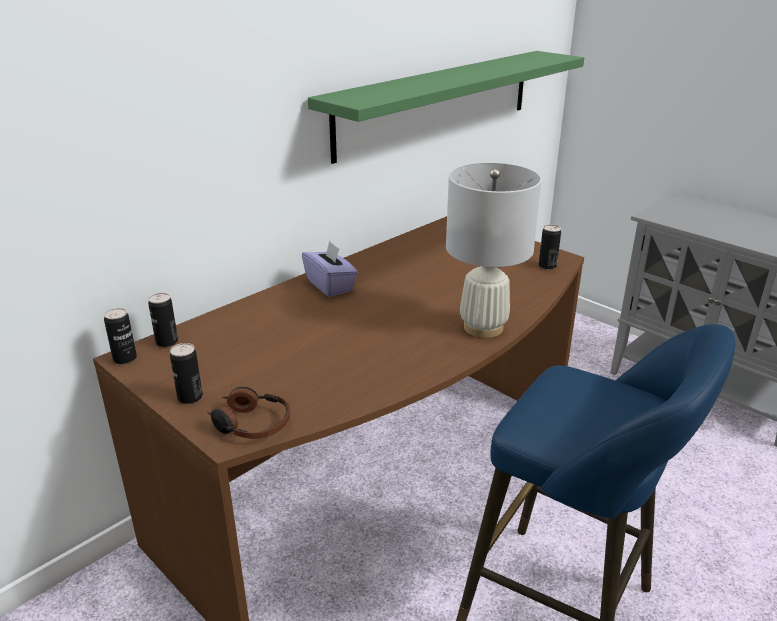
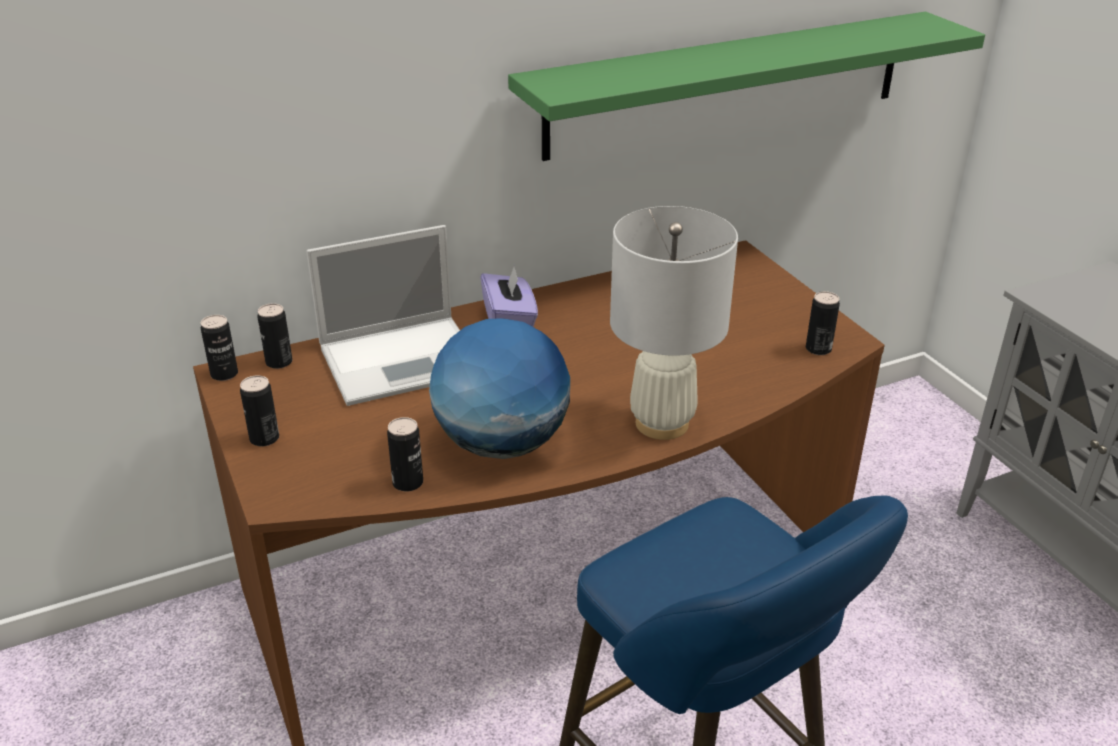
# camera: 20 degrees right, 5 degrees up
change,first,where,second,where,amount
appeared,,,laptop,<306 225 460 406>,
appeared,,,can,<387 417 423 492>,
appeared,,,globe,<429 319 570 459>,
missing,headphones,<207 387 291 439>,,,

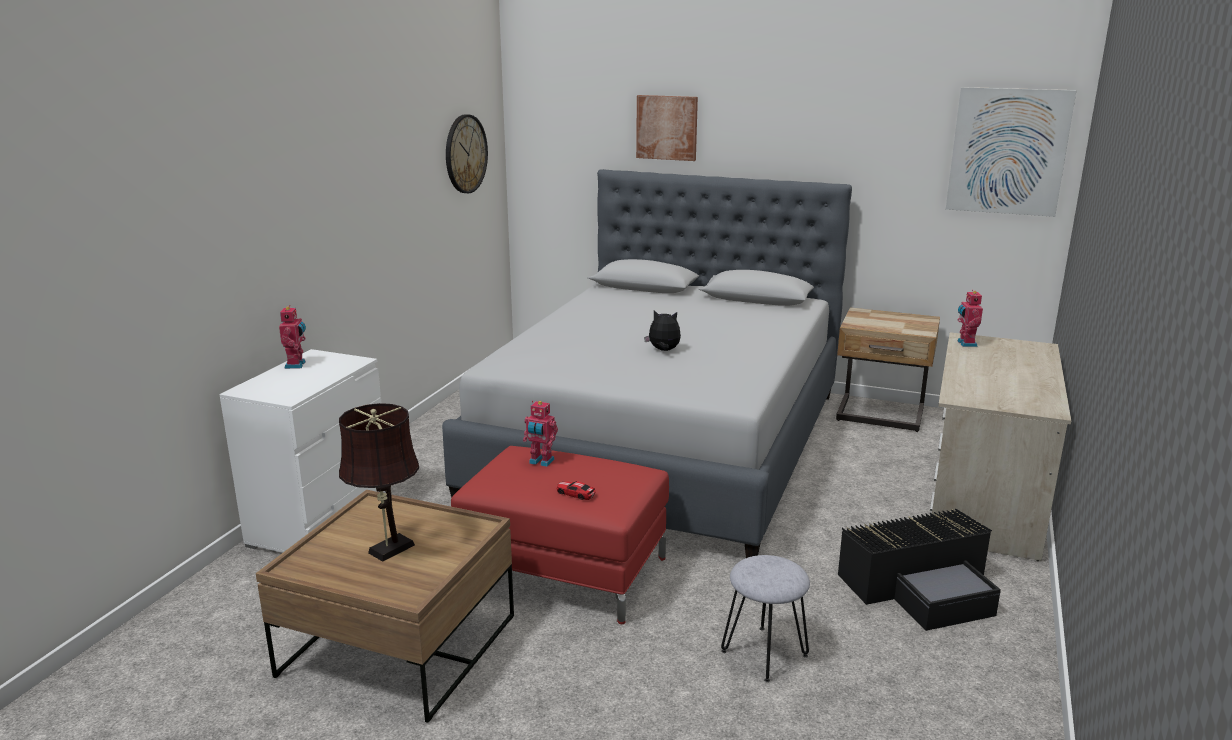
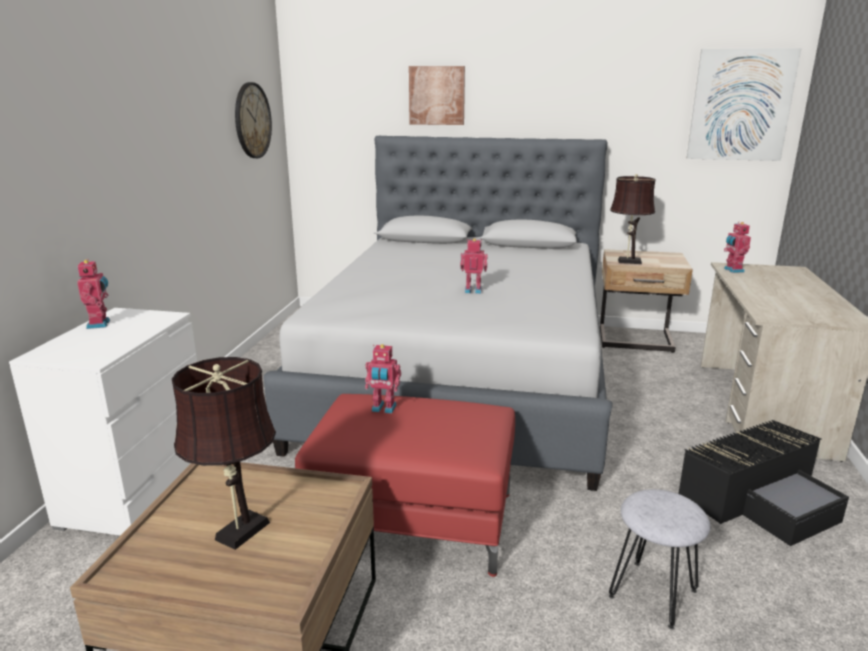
# camera: 10 degrees left, 0 degrees up
change,first,where,second,where,amount
exchanged,plush toy,<644 310 681 351>,toy robot,<460 238 488 294>,
appeared,,,table lamp (brown),<610 174 656 264>,
missing,toy car,<557 481 596 500>,,,

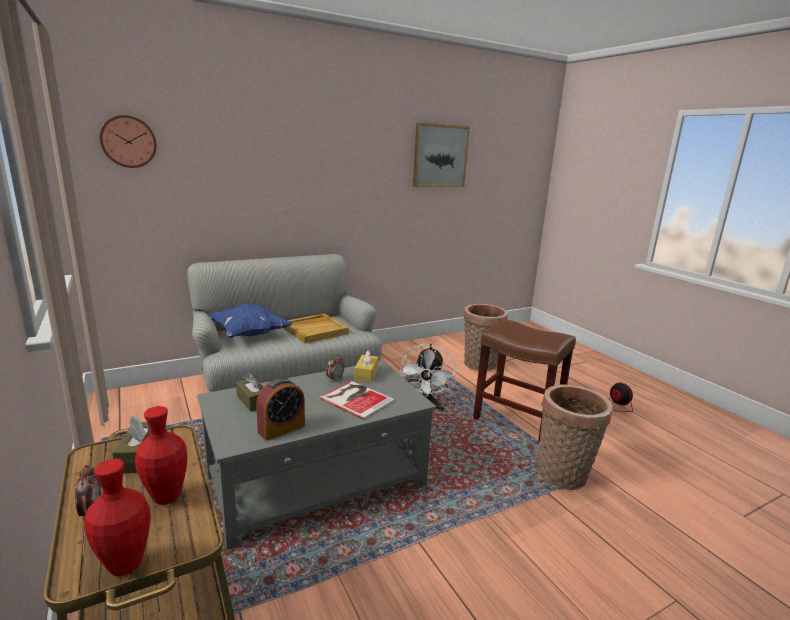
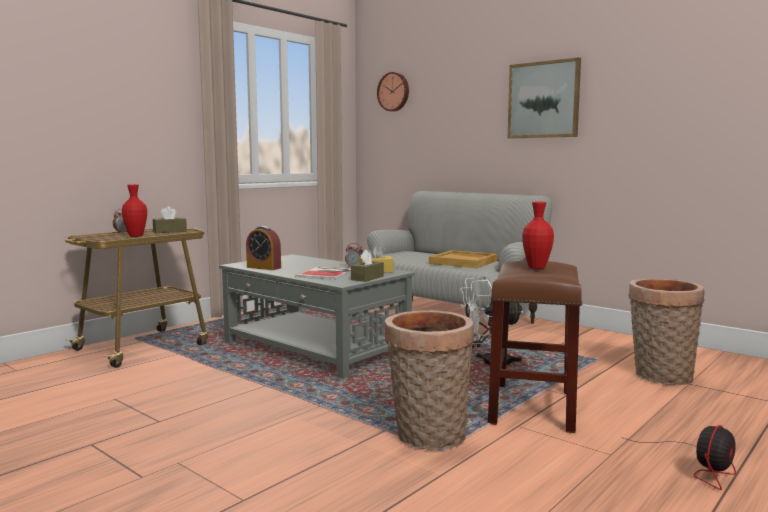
# camera: 70 degrees right, 10 degrees down
change,first,where,second,where,amount
relocated,tissue box (brown),<236 373 263 412>,,<351 250 384 282>,
relocated,picture,<413 123 470 187>,,<508 57 581 138>,
relocated,vase (red),<84 459 151 576>,,<522 201 554 269>,
missing,pillow (blue),<208 304 292 338>,,,

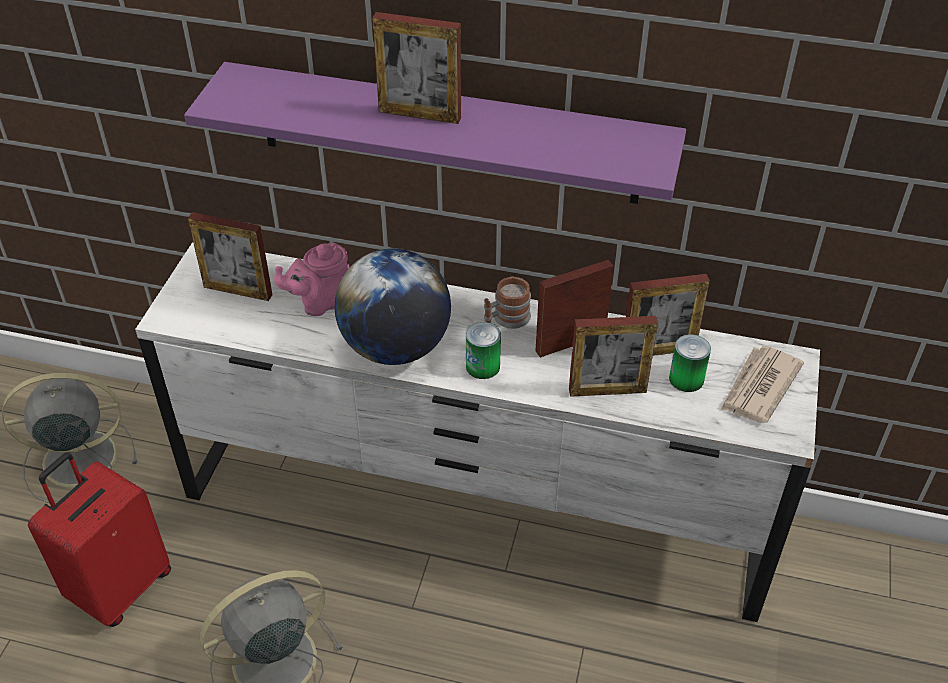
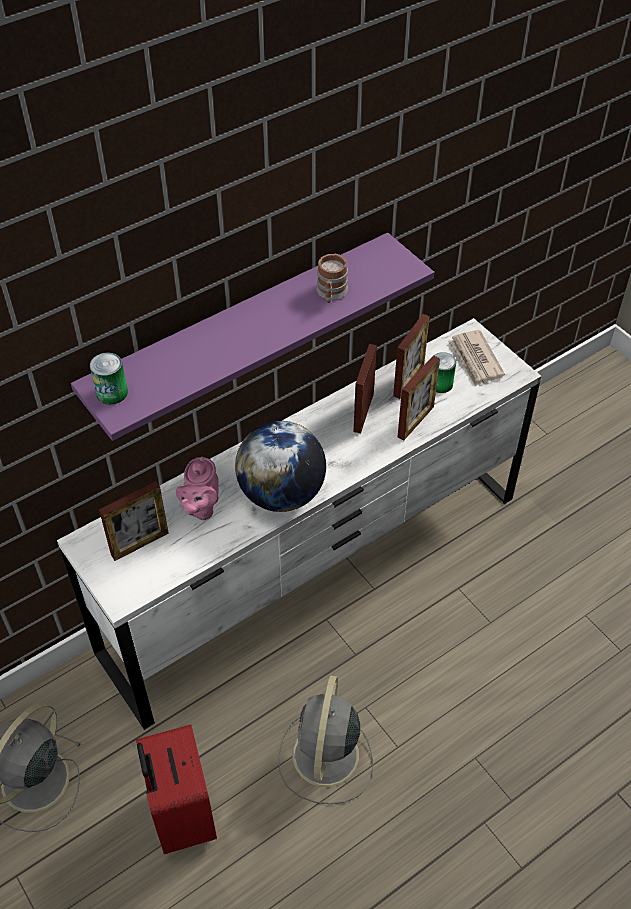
# camera: 50 degrees left, 5 degrees up
change,first,where,second,where,amount
relocated,can,<466 322 501 379>,,<90 353 128 405>,
relocated,mug,<484 276 531 329>,,<316 254 348 303>,
missing,picture frame,<372 12 461 124>,,,

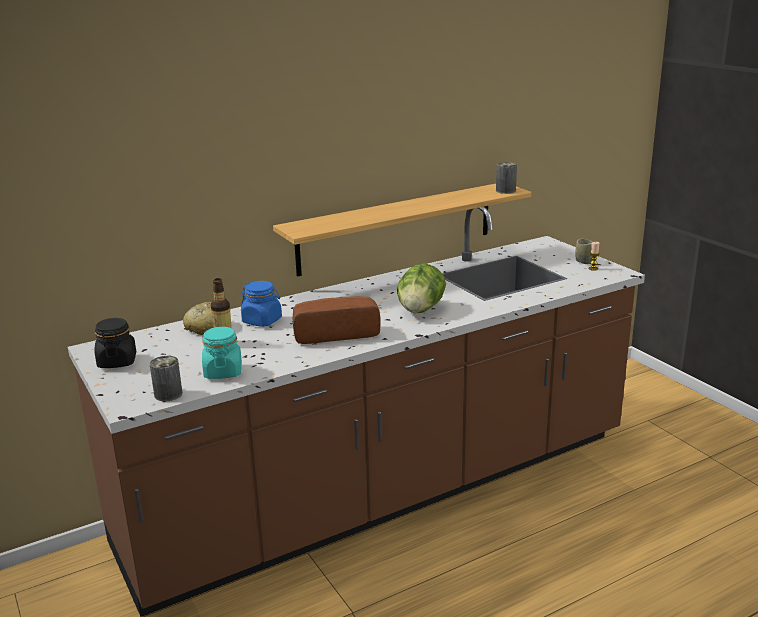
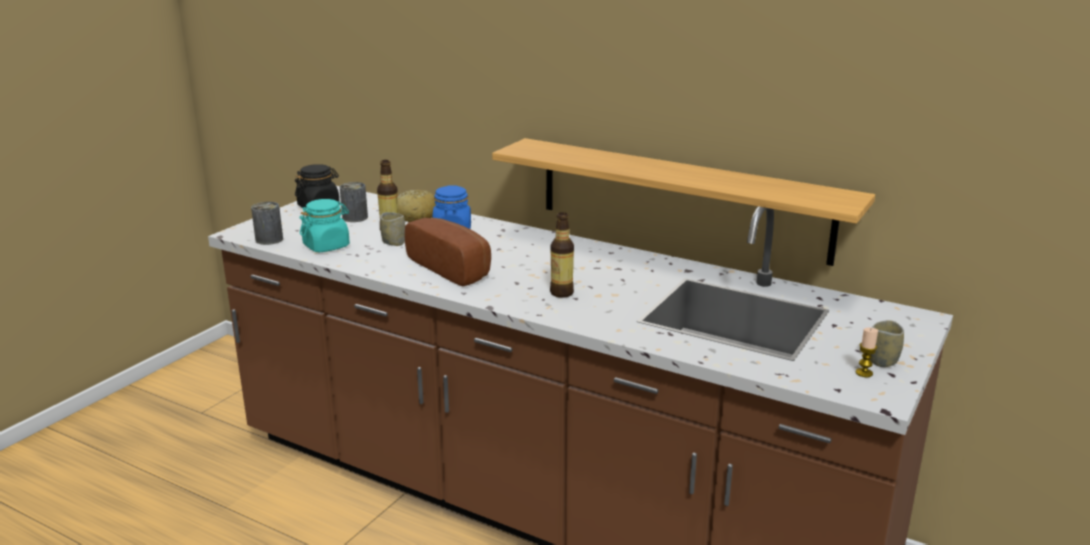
# camera: 60 degrees right, 0 degrees up
change,first,where,second,where,amount
relocated,can,<496 162 517 194>,,<340 182 368 222>,
appeared,,,cup,<380 212 405 246>,
exchanged,lettuce,<397 263 446 313>,bottle,<550 212 574 298>,

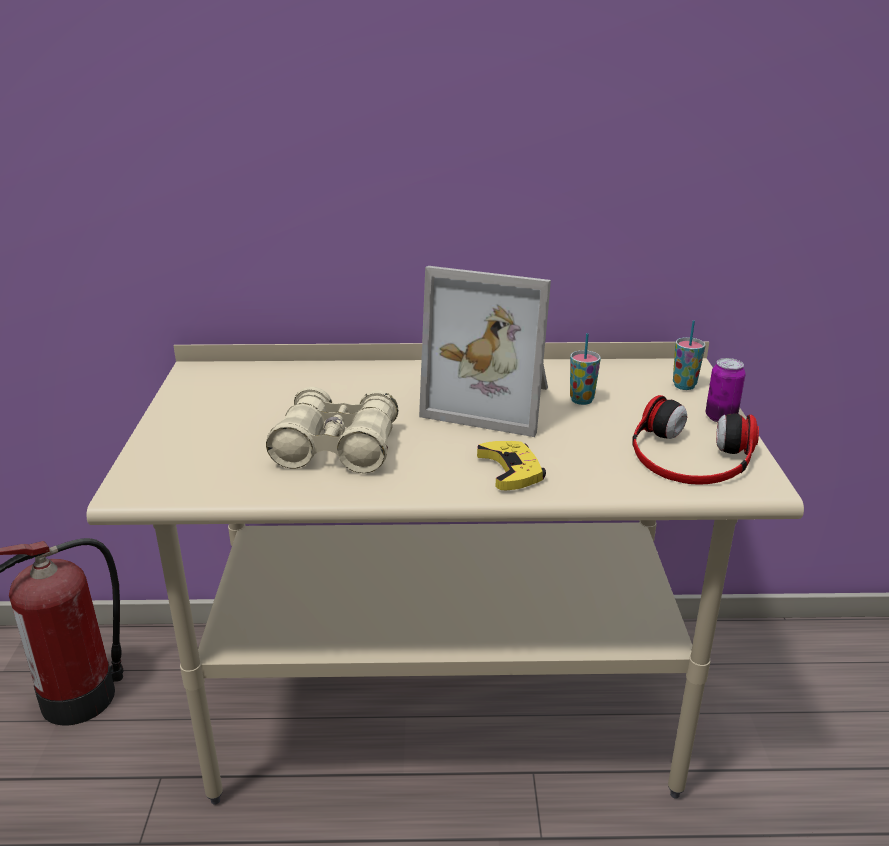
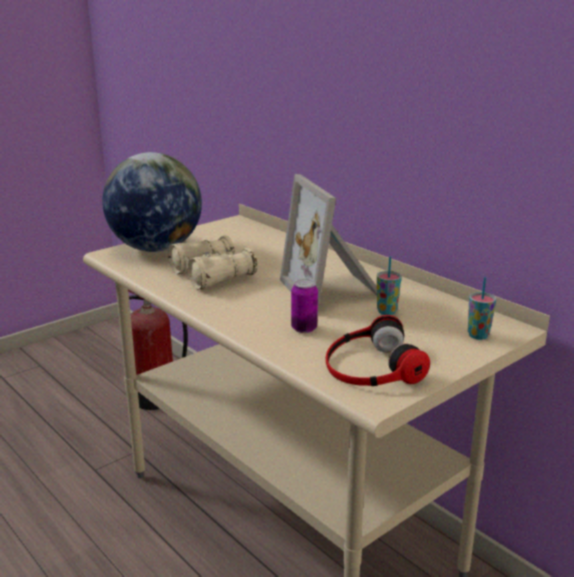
# camera: 50 degrees right, 5 degrees down
change,first,where,second,where,amount
appeared,,,globe,<103 152 202 252>,
relocated,can,<706 358 745 422>,,<291 279 318 333>,
missing,game controller (yellow),<477 441 546 490>,,,

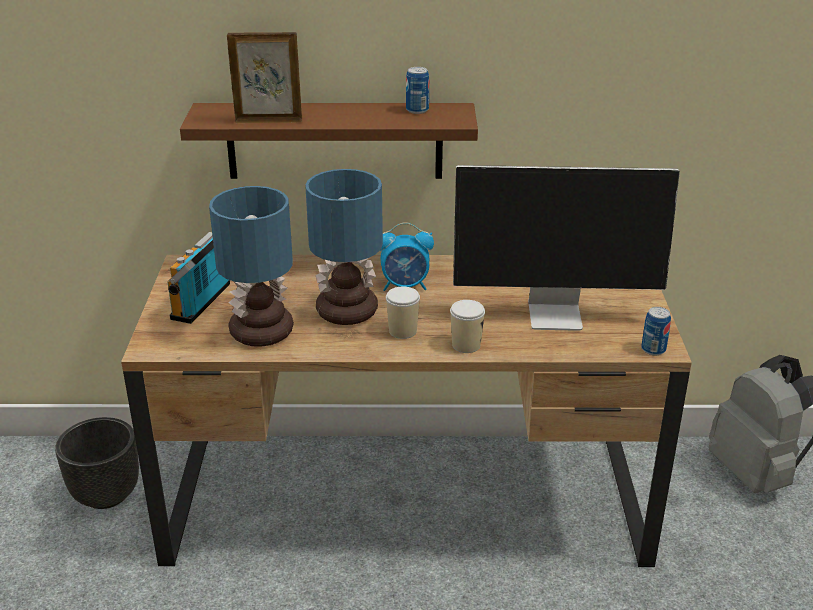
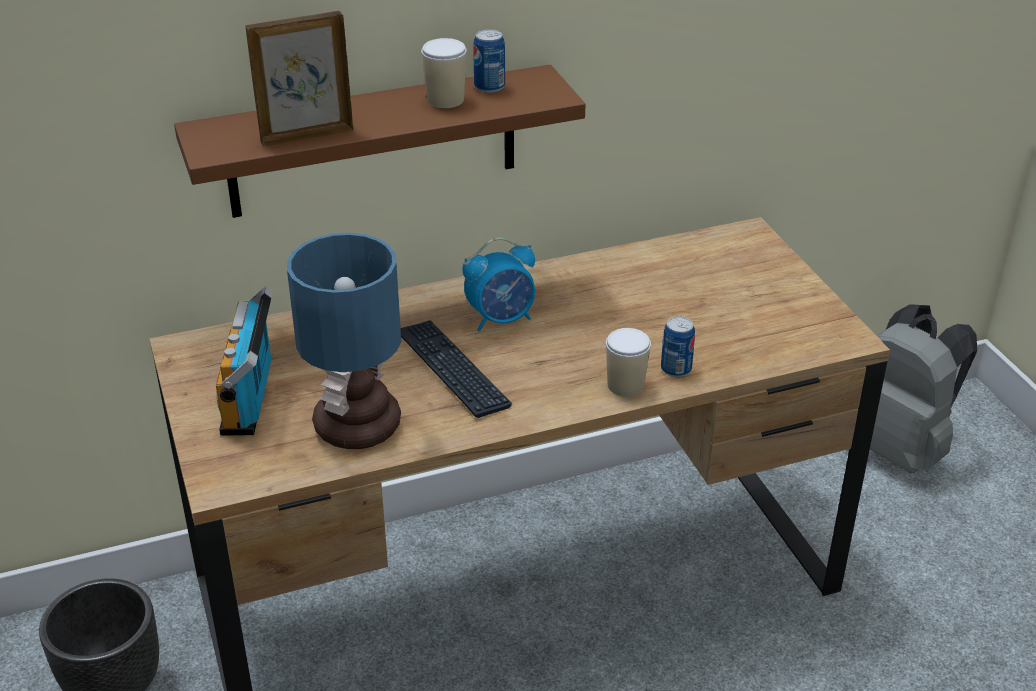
# camera: 20 degrees left, 5 degrees up
change,first,where,second,where,amount
exchanged,table lamp,<305 169 383 325>,keyboard,<401 320 512 418>,
relocated,cup,<386 287 420 339>,,<421 38 467 108>,
relocated,can,<641 307 671 355>,,<661 316 695 377>,
missing,monitor,<453 165 680 331>,,,

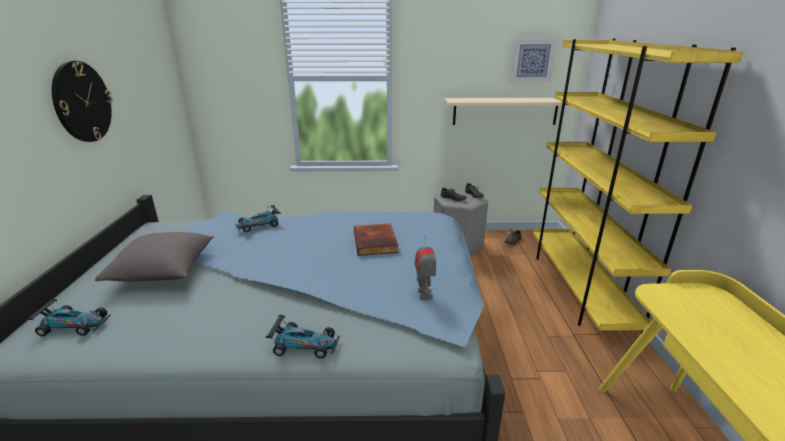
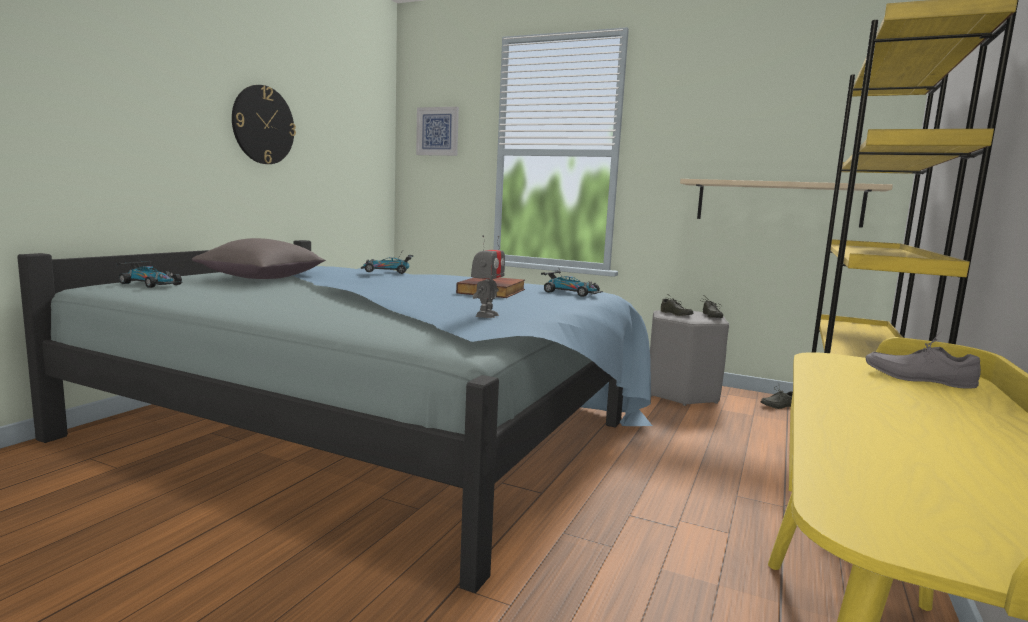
# camera: 25 degrees right, 15 degrees down
change,first,where,second,where,amount
relocated,picture,<510 38 558 82>,,<416 107 459 156>,
relocated,toy car,<266 315 340 359>,,<541 266 603 297>,
appeared,,,shoe (grey),<865 331 981 389>,

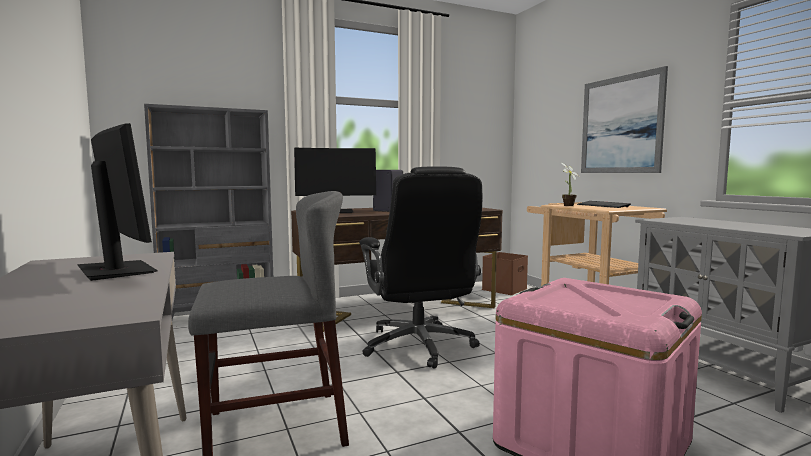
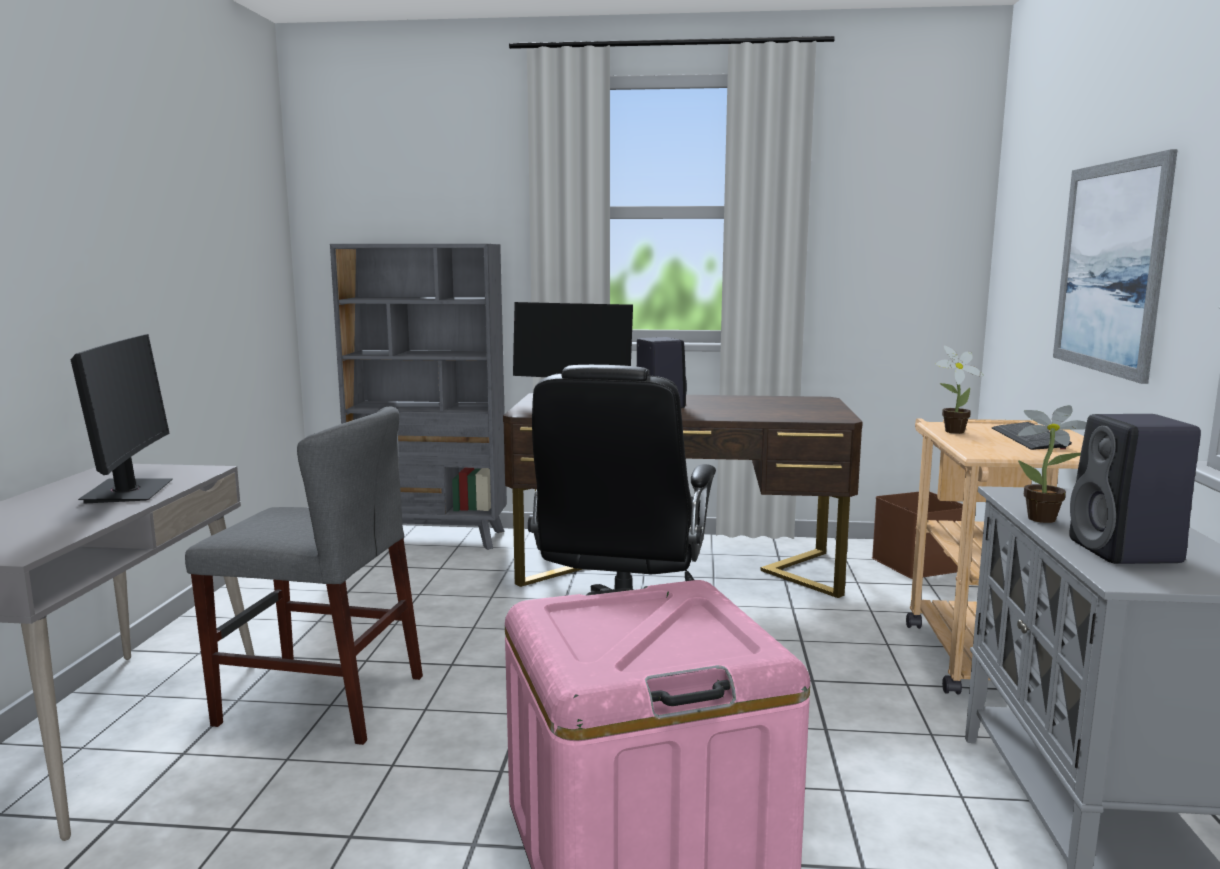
# camera: 30 degrees right, 5 degrees up
change,first,where,second,where,amount
appeared,,,potted plant,<1018 405 1087 523>,
appeared,,,speaker (black),<1069 414 1201 564>,

